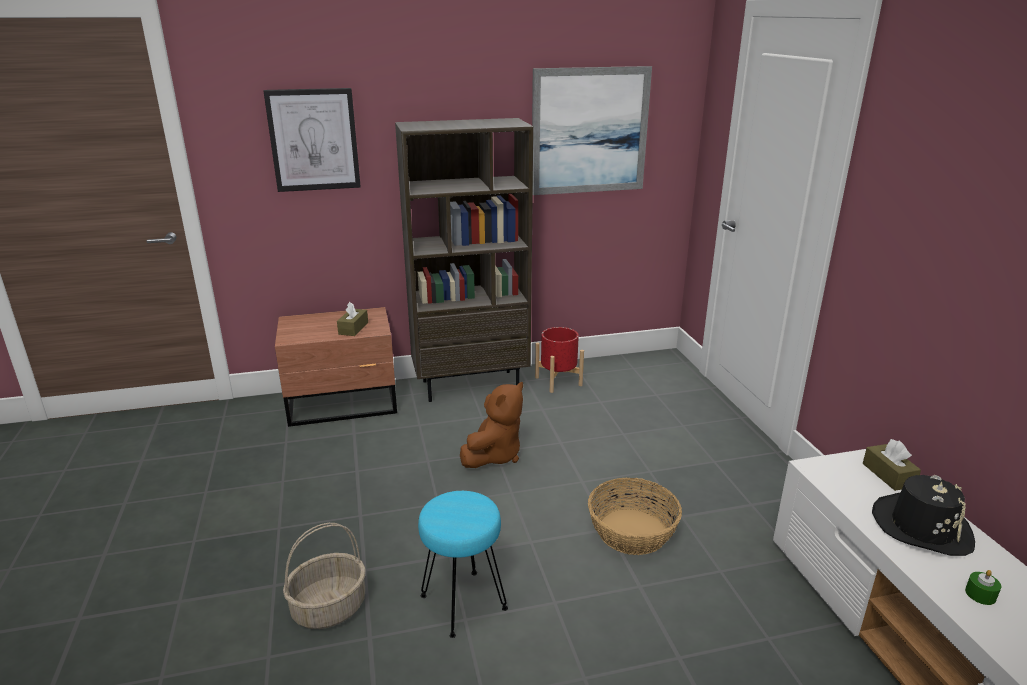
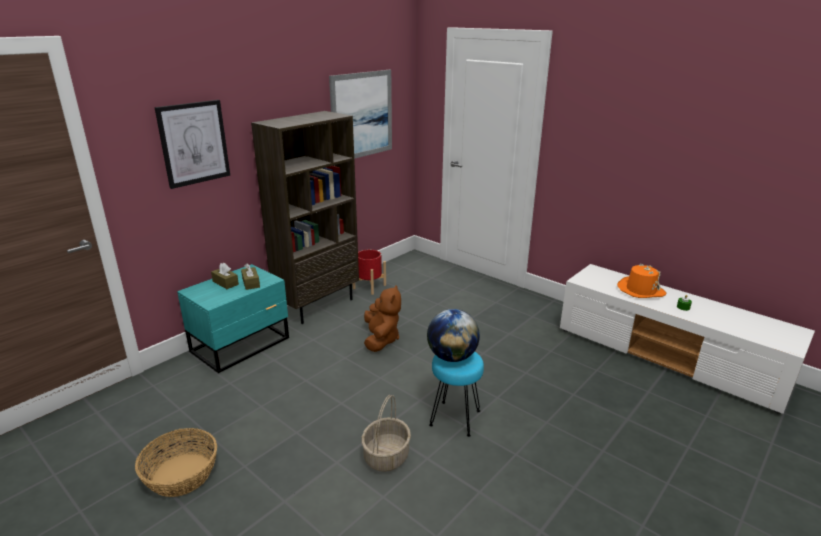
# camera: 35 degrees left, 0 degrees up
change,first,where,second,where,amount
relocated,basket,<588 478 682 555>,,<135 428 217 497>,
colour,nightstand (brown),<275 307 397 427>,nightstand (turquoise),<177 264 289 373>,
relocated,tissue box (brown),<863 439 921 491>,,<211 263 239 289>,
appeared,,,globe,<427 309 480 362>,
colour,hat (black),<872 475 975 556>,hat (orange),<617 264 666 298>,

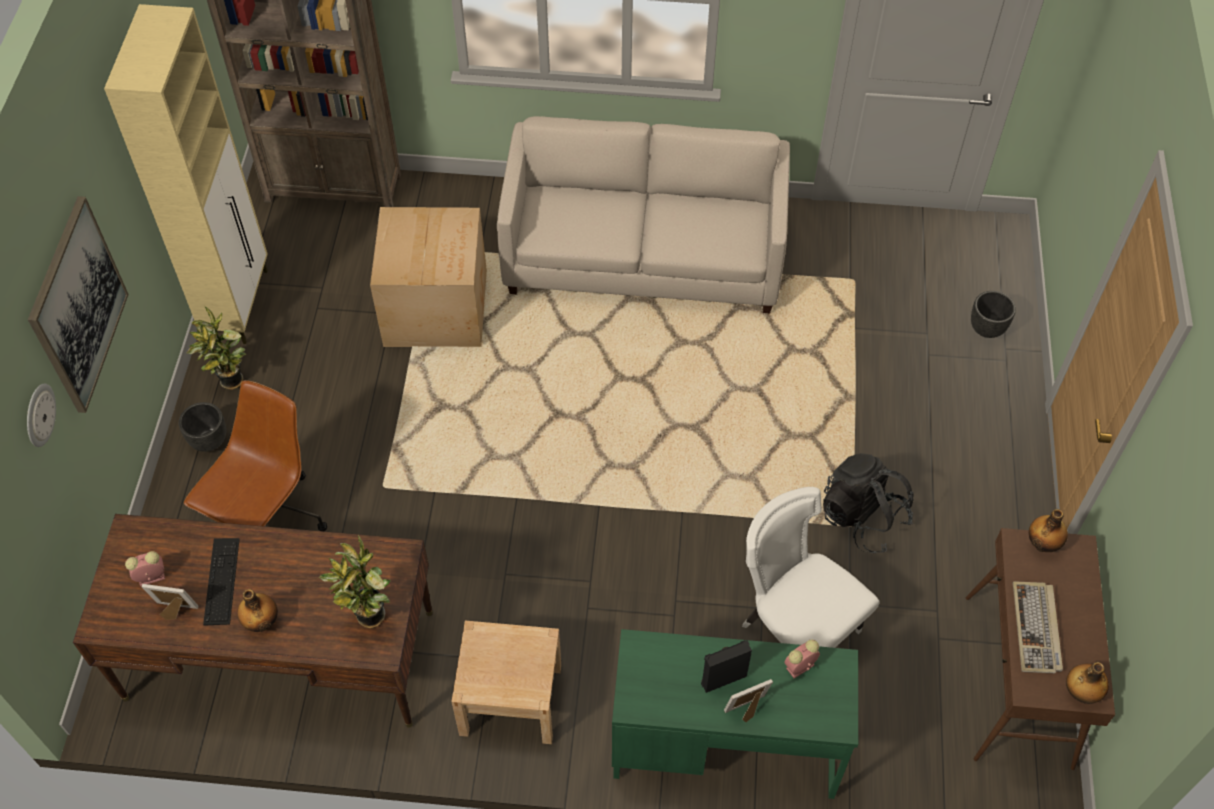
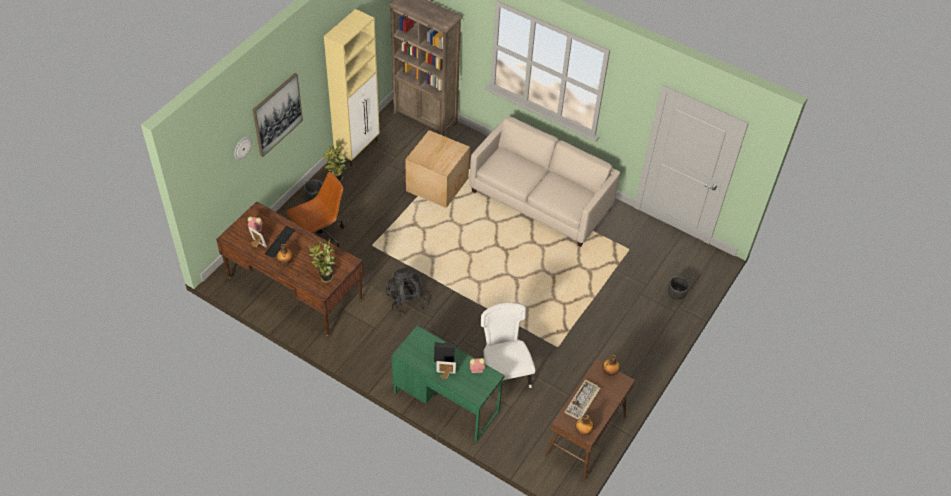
# camera: 25 degrees right, 5 degrees down
change,first,where,second,where,amount
relocated,backpack (black),<823 453 914 553>,,<386 268 427 316>,
missing,nightstand (beige),<451 621 561 744>,,,

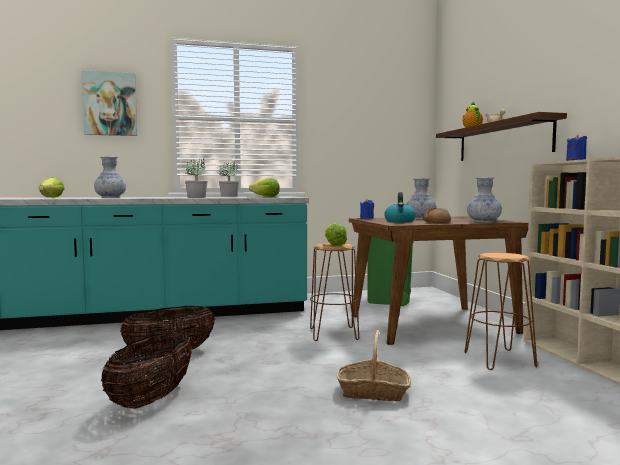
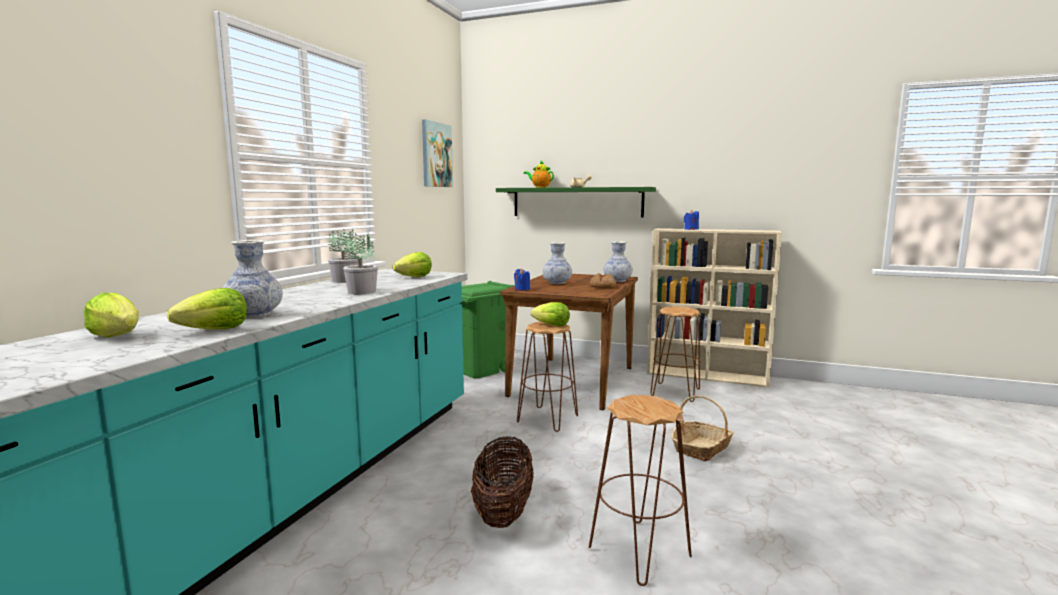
# camera: 55 degrees left, 5 degrees up
change,first,where,second,where,amount
appeared,,,lettuce,<167 288 247 329>,
relocated,picture,<81 70 137 136>,,<422 119 453 187>,
colour,shelf (brown),<436 112 567 161>,shelf (green),<496 187 656 217>,
exchanged,basket,<101 332 192 409>,stool (brown),<589 395 692 586>,
missing,kettle,<384 192 416 223>,,,

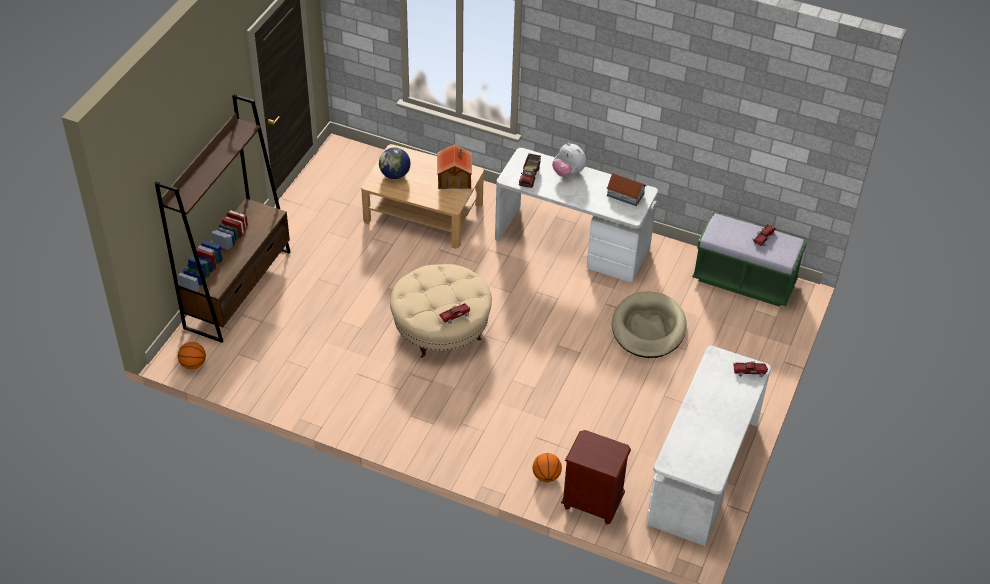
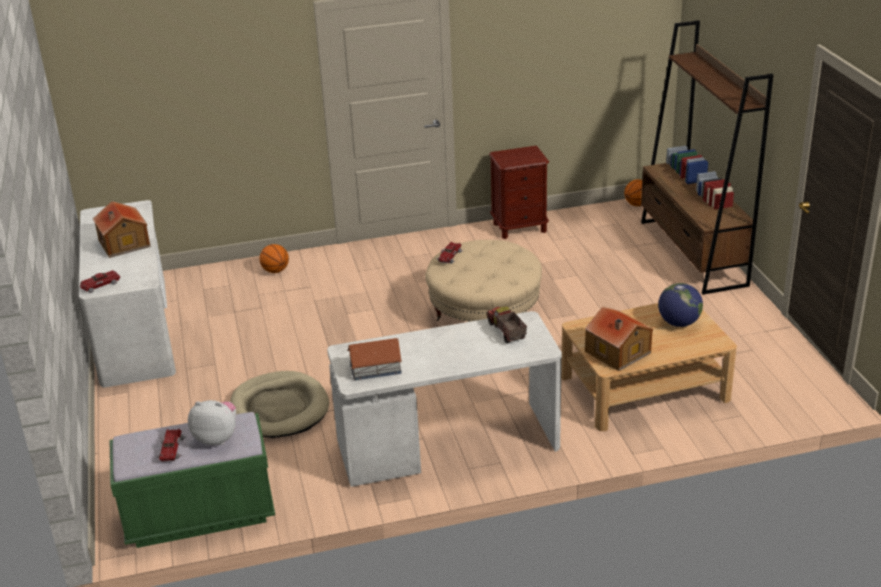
# camera: 145 degrees right, 15 degrees down
change,first,where,second,where,amount
appeared,,,toy house,<93 201 150 258>,
relocated,plush toy,<552 143 586 177>,,<188 400 236 445>,
relocated,nightstand (brown),<561 430 631 525>,,<489 146 549 239>,

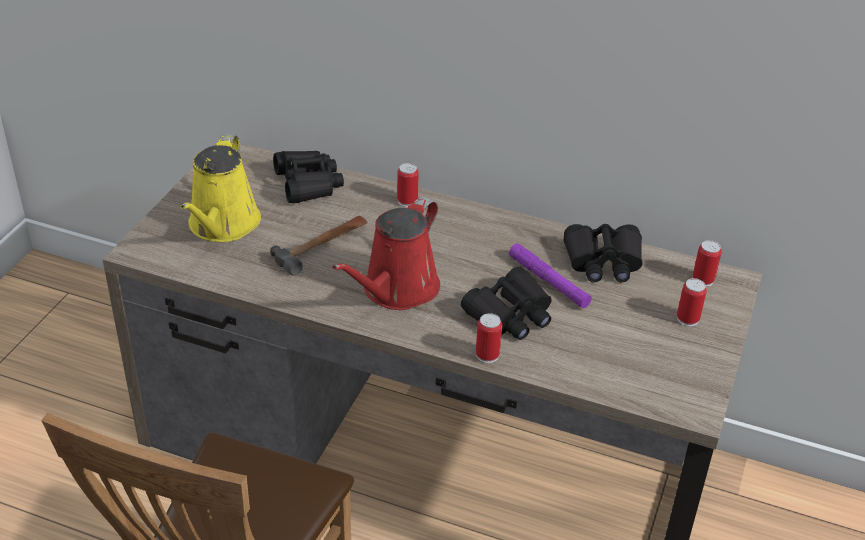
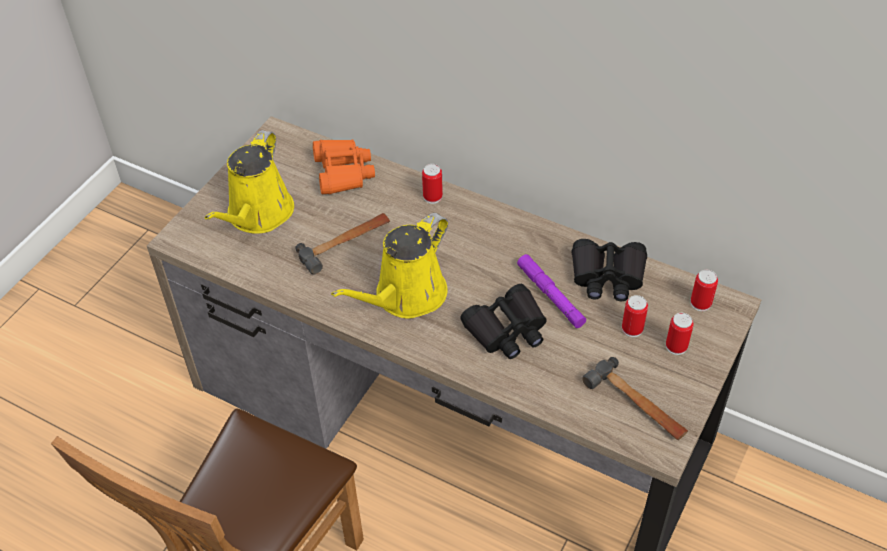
# camera: 10 degrees right, 10 degrees up
change,first,where,second,where,amount
colour,binoculars (black),<273 151 344 203>,binoculars (orange),<313 140 375 194>,
colour,watering can (red),<333 197 440 310>,watering can (yellow),<331 213 448 318>,
appeared,,,hammer,<583 357 688 440>,
relocated,can,<476 313 502 363>,,<622 295 648 337>,

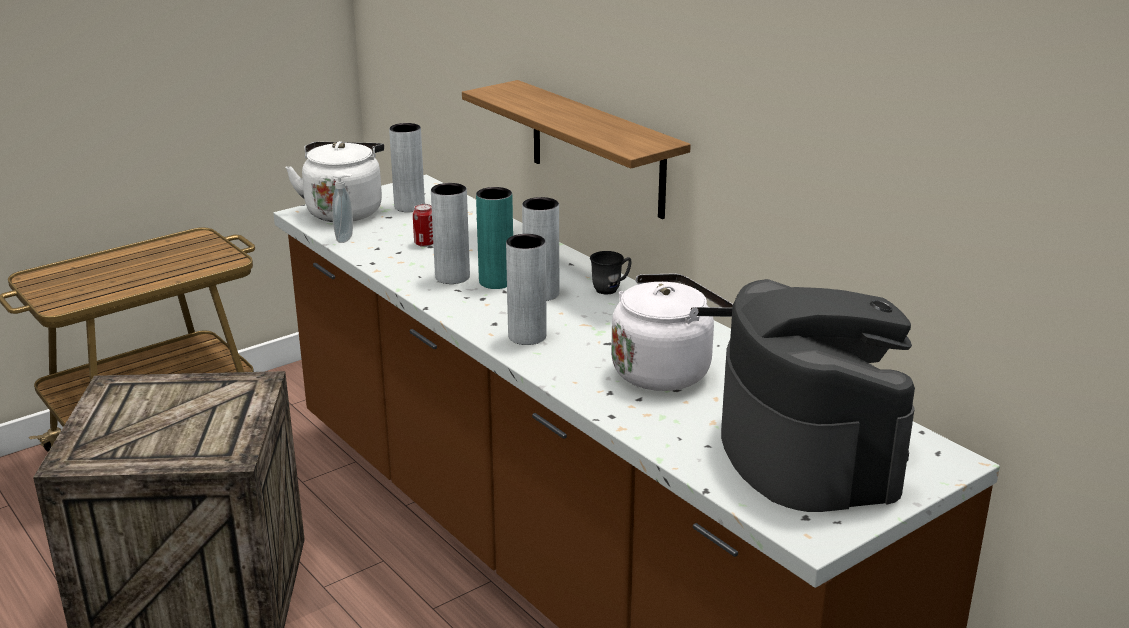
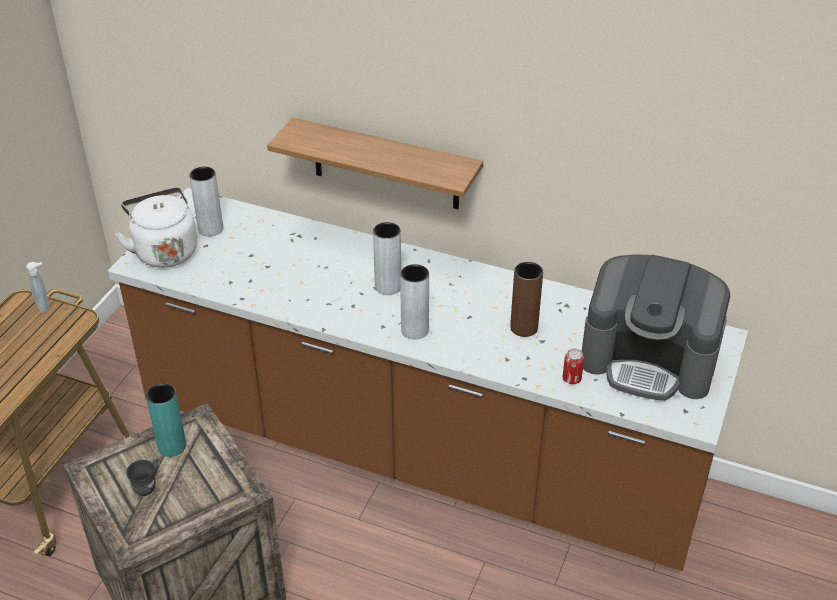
# camera: 30 degrees left, 15 degrees up
change,first,where,second,where,amount
relocated,soap dispenser,<332 171 353 243>,,<26 262 49 313>,
relocated,mug (grey),<590 251 632 294>,,<126 458 158 496>,
relocated,vase (turquoise),<476 187 513 289>,,<146 383 186 457>,
exchanged,kettle (white),<611 274 733 391>,vase (brown),<510 262 543 337>,
relocated,can,<413 204 433 247>,,<563 349 584 384>,
spun,coffee machine,<721 279 915 512>,,<582 254 730 400>,150 degrees clockwise
missing,vase (grey),<431 183 470 284>,,,

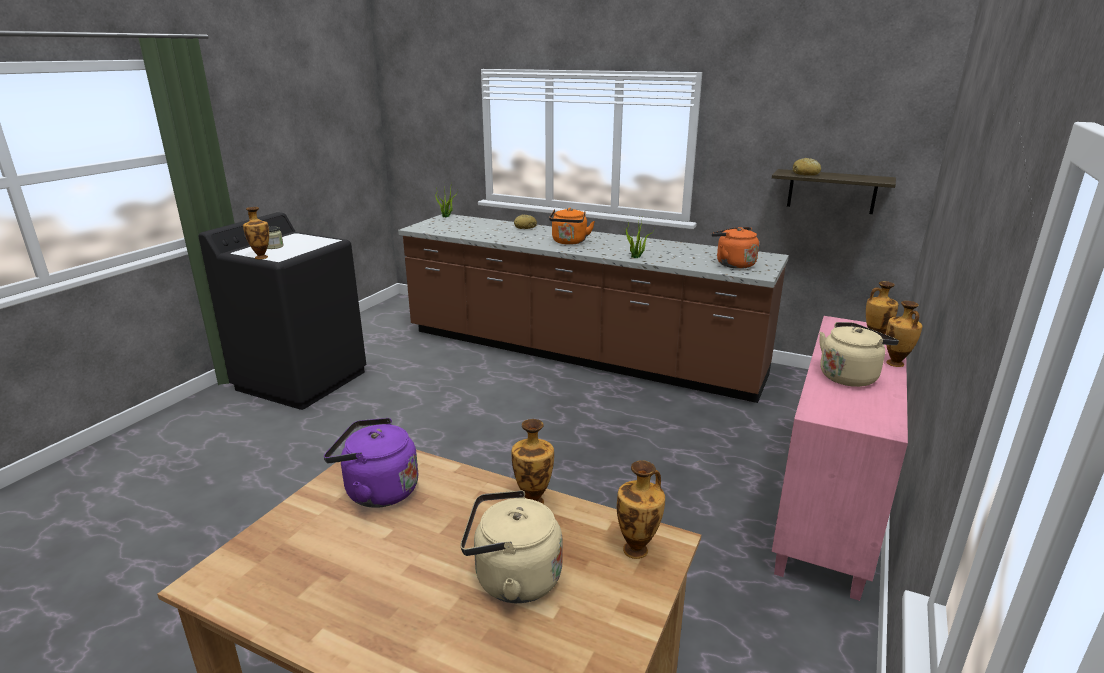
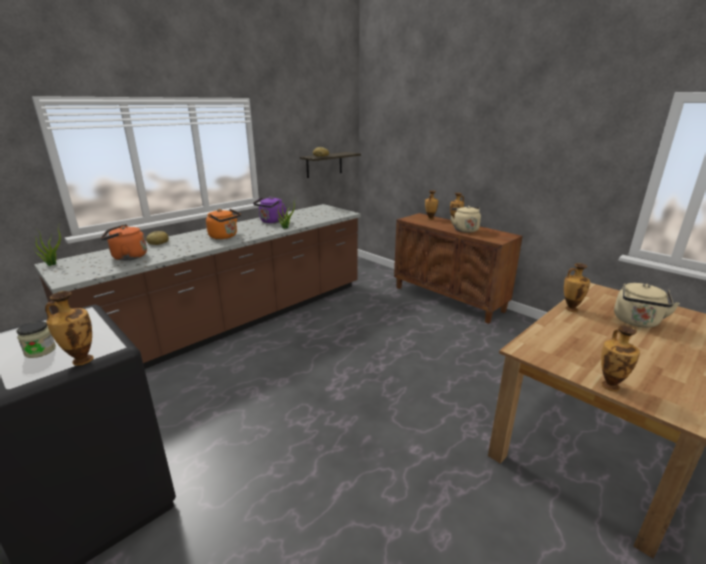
# camera: 70 degrees left, 0 degrees up
change,first,where,second,where,amount
relocated,kettle (orange),<711 227 759 269>,,<101 224 147 261>,
relocated,kettle (purple),<324 418 418 508>,,<253 197 286 223>,
colour,cabinet (pink),<772 316 908 601>,cabinet (brown),<394 213 523 324>,
relocated,vase,<617 460 665 559>,,<601 326 640 392>,

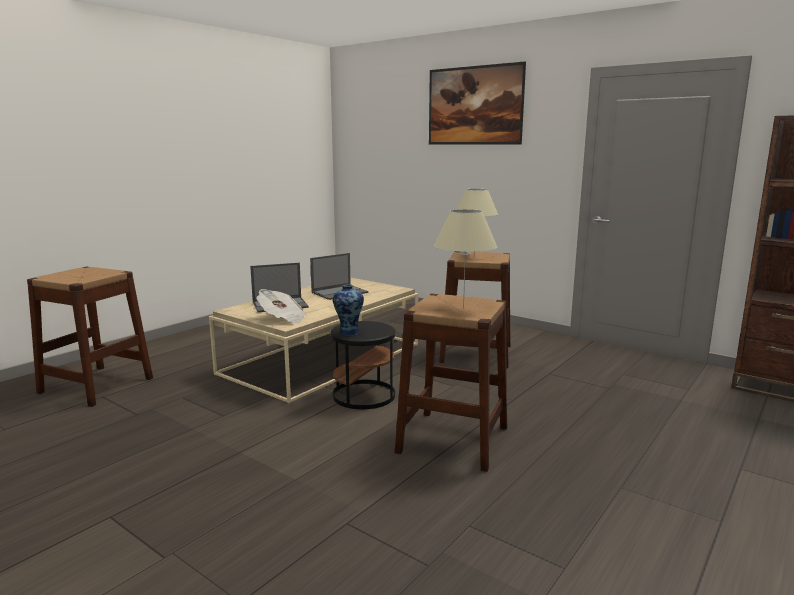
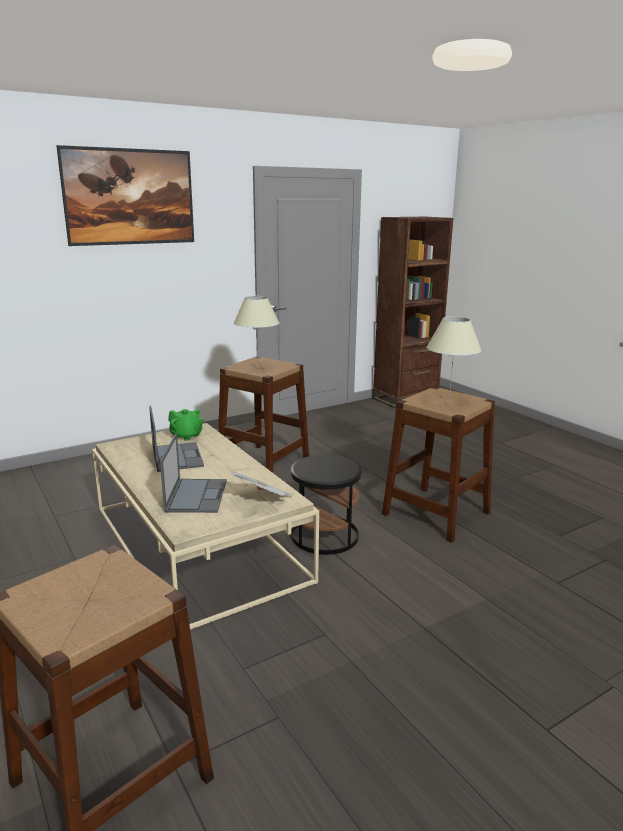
# camera: 70 degrees left, 5 degrees up
change,first,where,second,where,amount
appeared,,,teapot (green),<168 409 204 441>,
missing,vase,<333 284 364 336>,,,

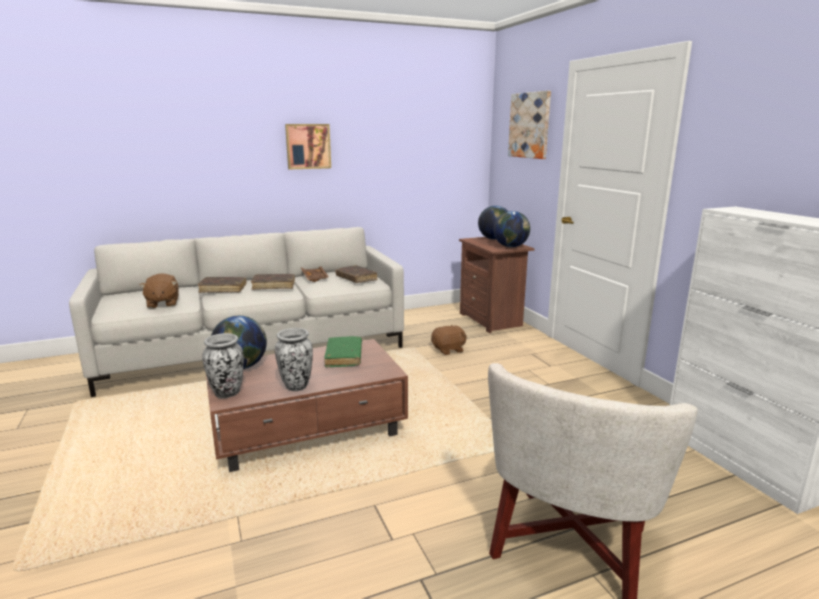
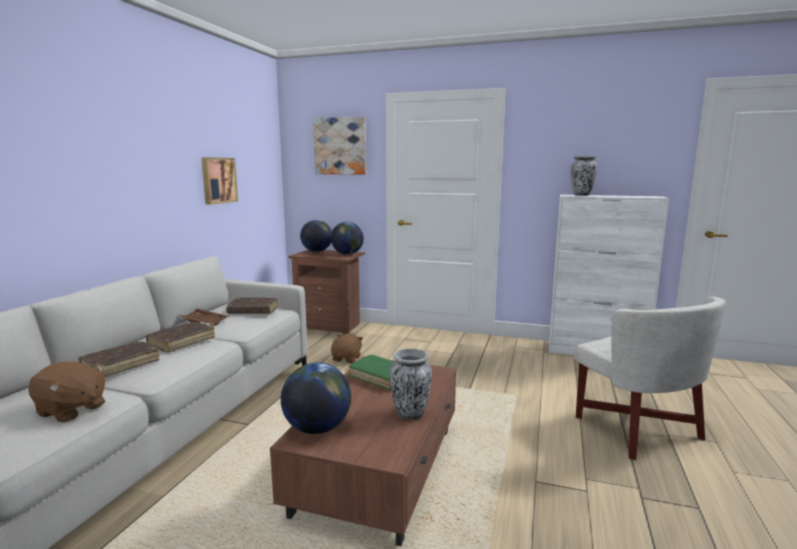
# camera: 50 degrees left, 5 degrees down
change,first,where,second,where,amount
relocated,picture,<285 124 331 169>,,<201 157 238 205>,
relocated,vase,<202 333 244 398>,,<571 156 597 196>,

